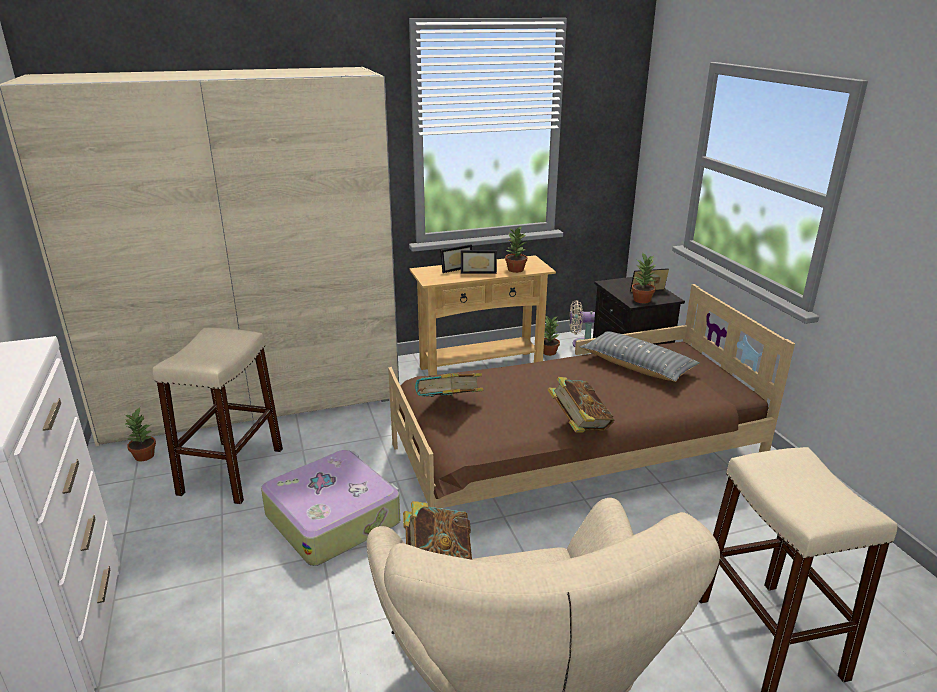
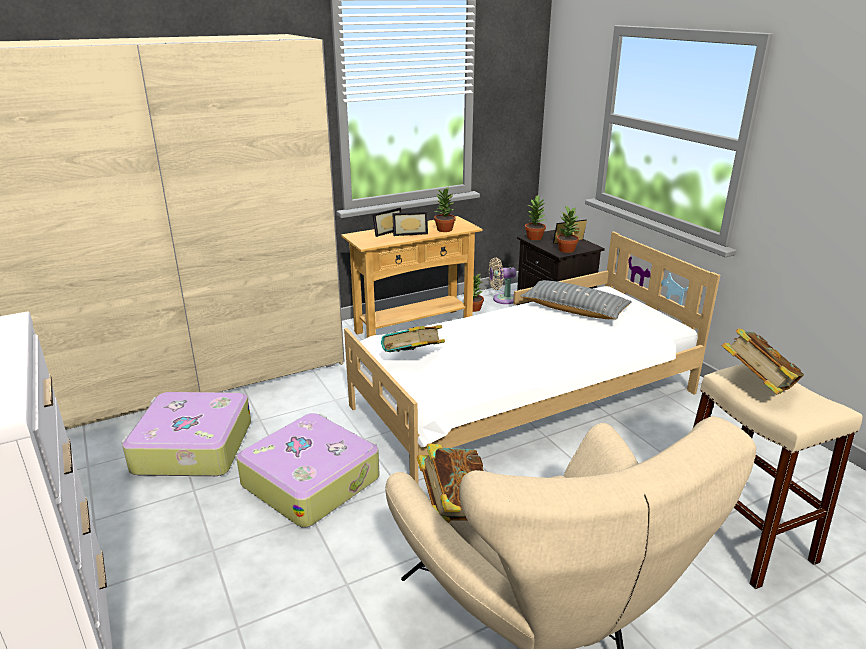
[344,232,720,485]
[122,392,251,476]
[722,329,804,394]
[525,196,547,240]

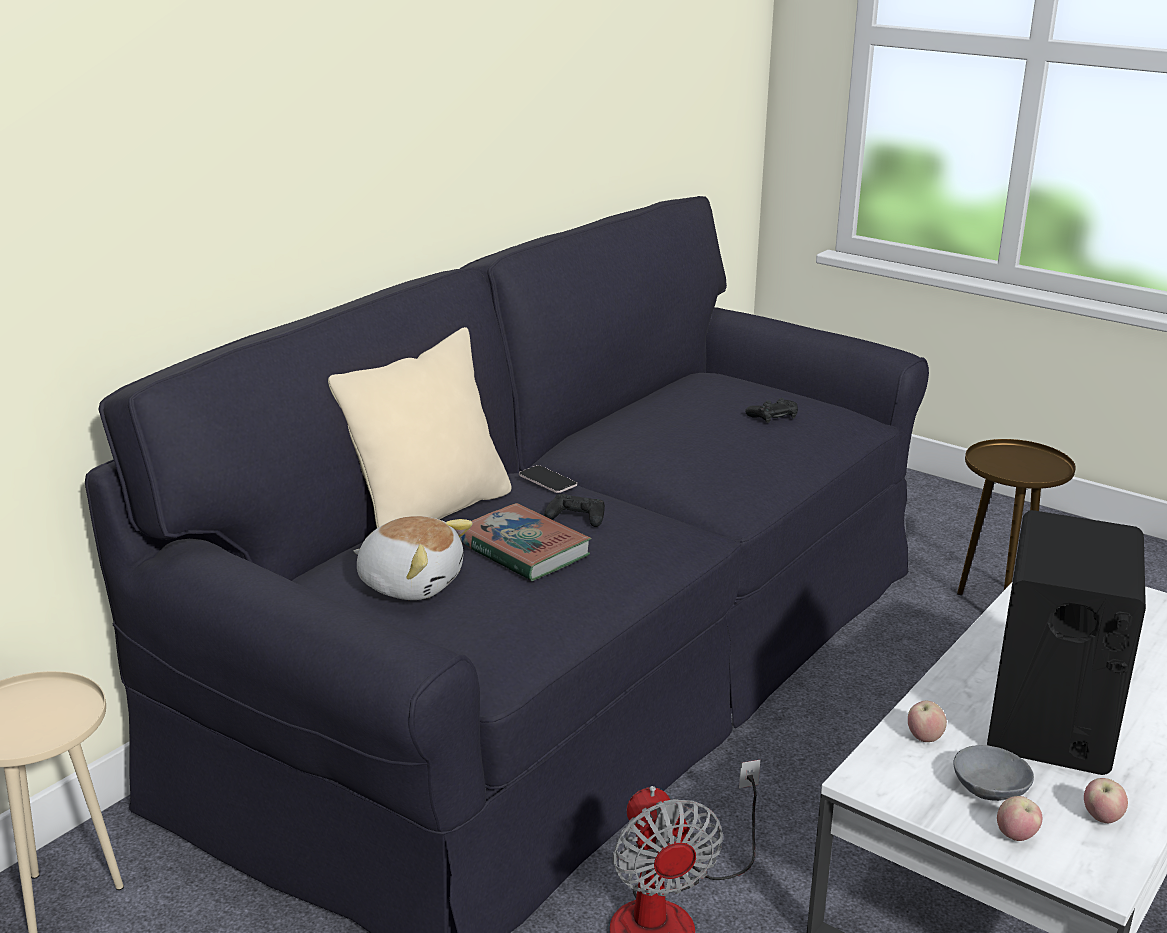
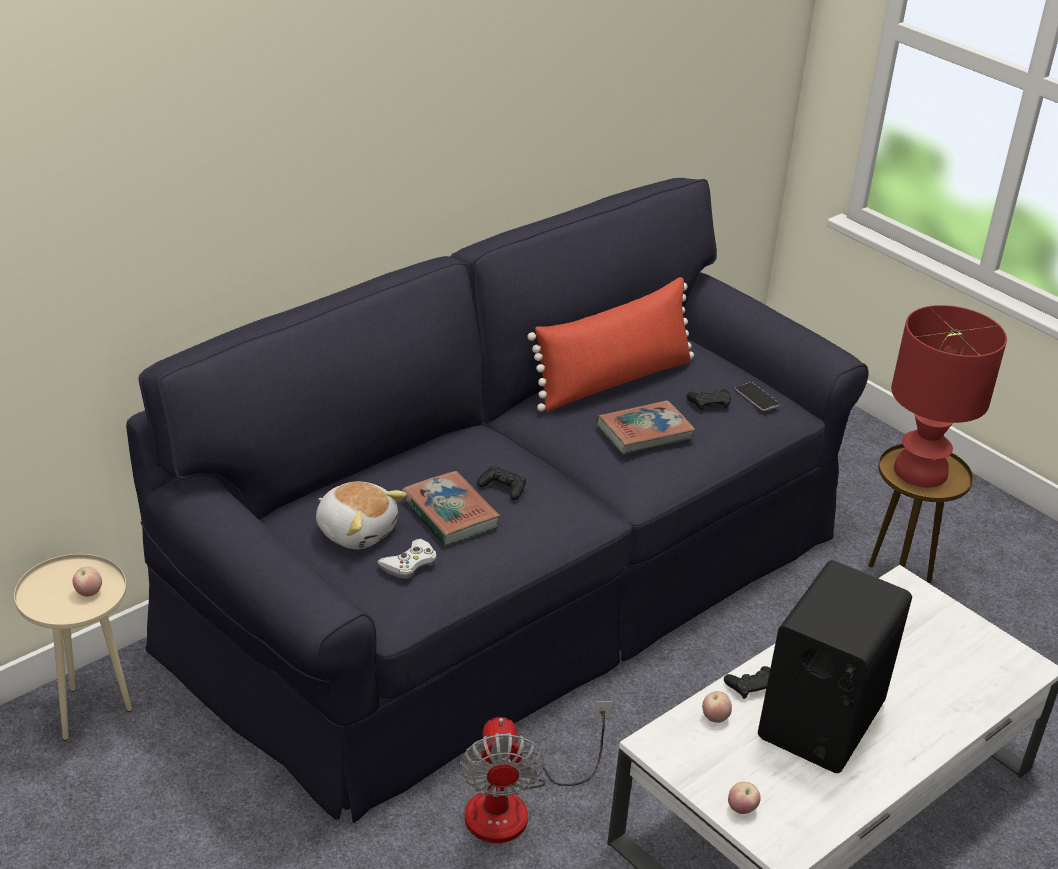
[328,327,511,528] (first image)
[735,382,779,411]
[953,745,1034,801] (first image)
[73,567,102,597]
[528,277,694,412]
[891,305,1007,487]
[596,400,695,455]
[377,539,437,579]
[724,666,770,699]

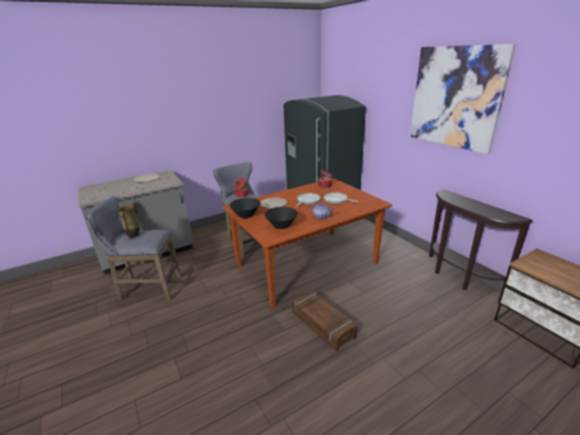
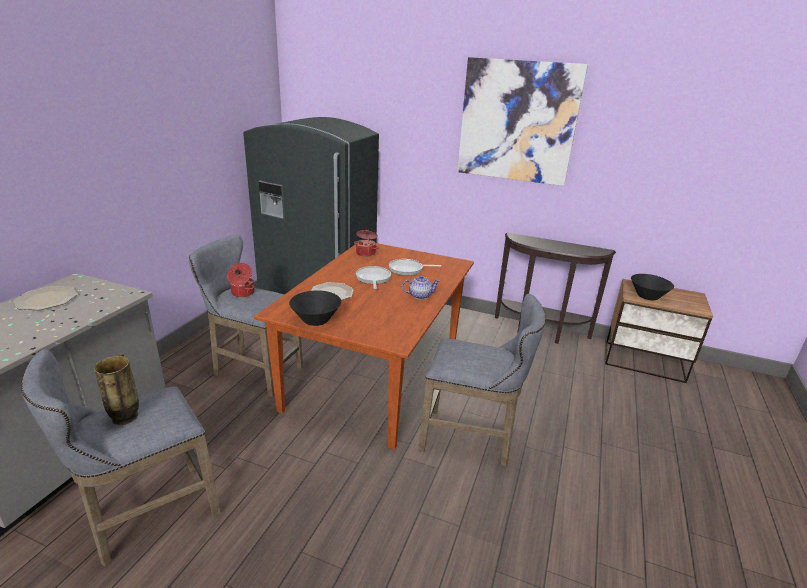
[631,274,674,300]
[418,294,546,467]

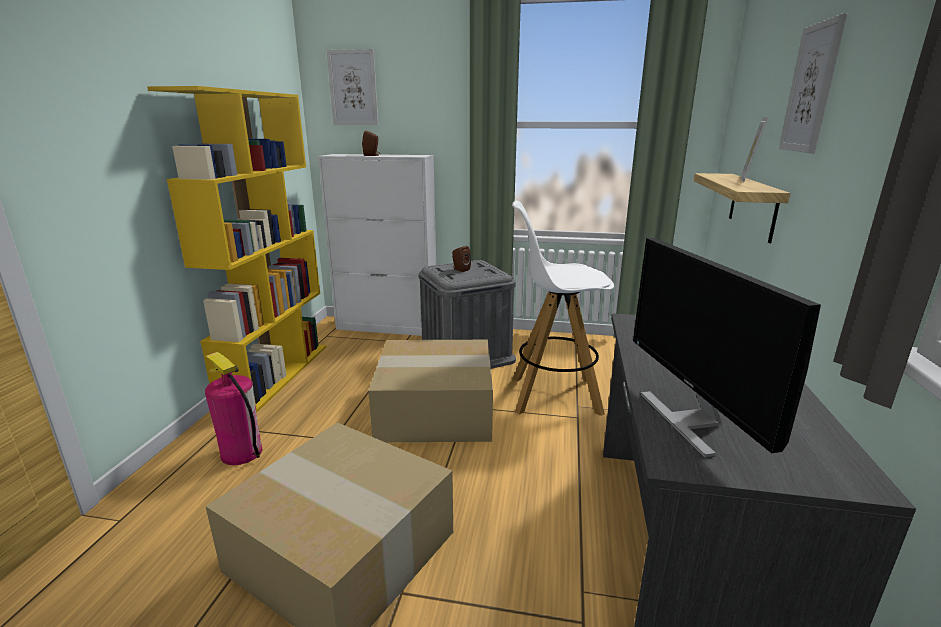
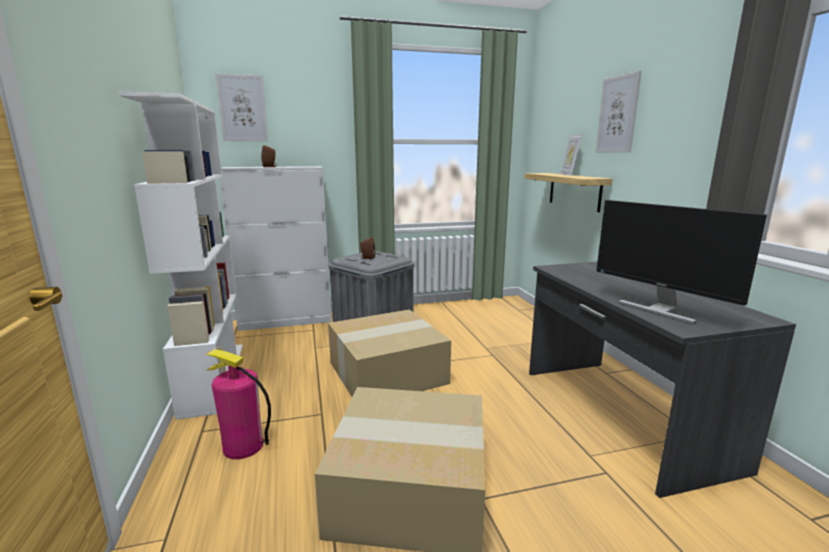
[118,91,243,420]
[512,200,614,416] (first image)

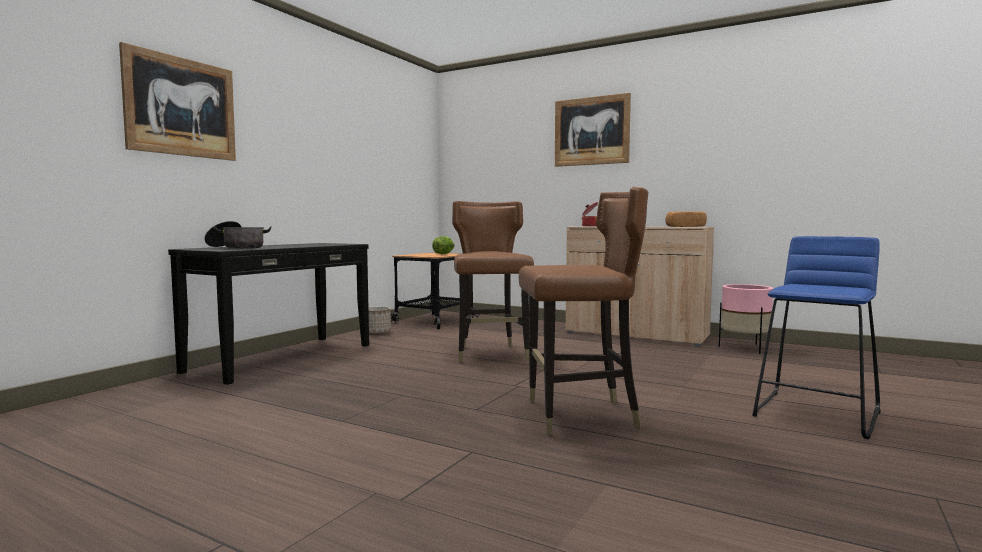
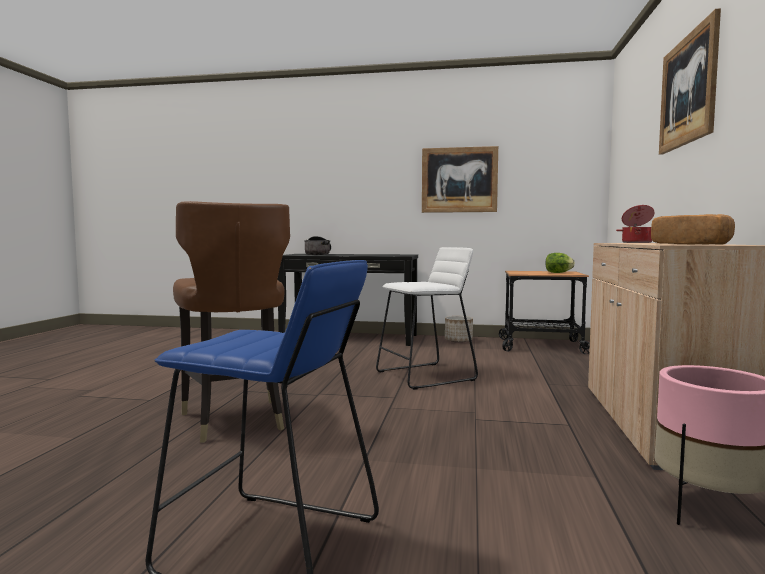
[422,146,498,213]
[376,247,478,390]

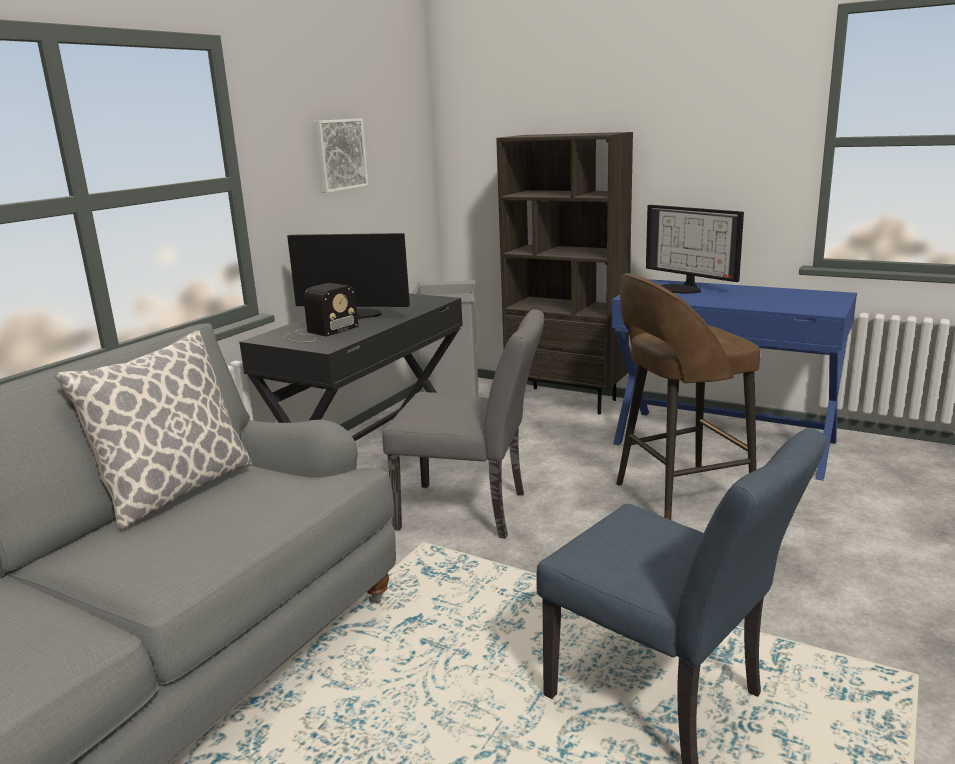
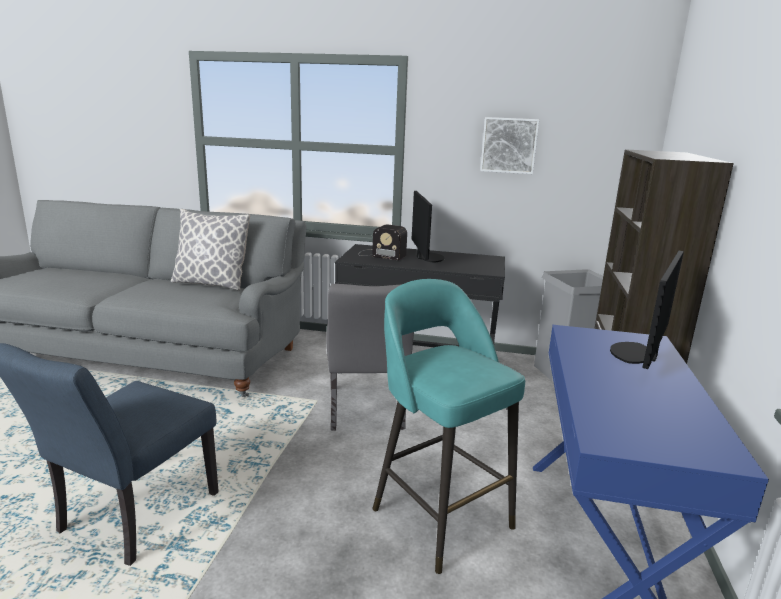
[372,279,525,574]

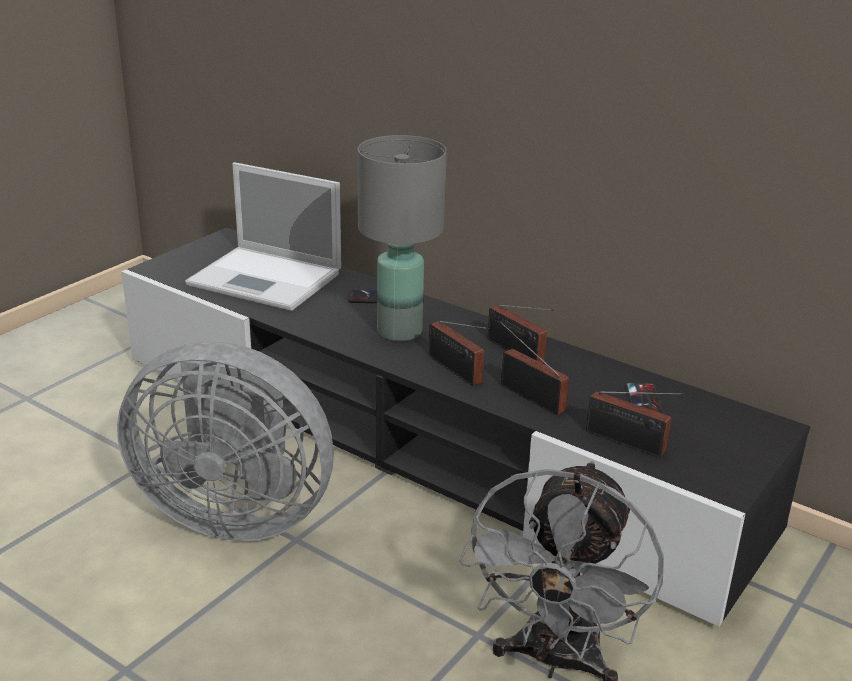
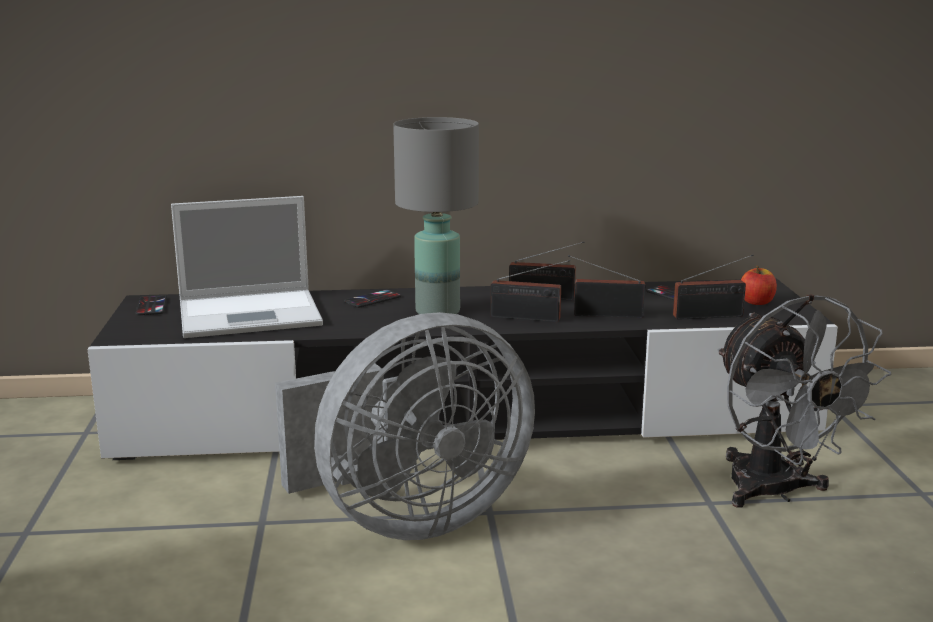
[741,266,777,305]
[136,295,167,315]

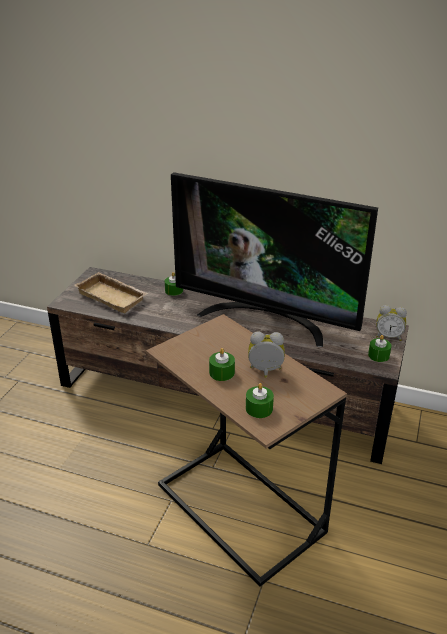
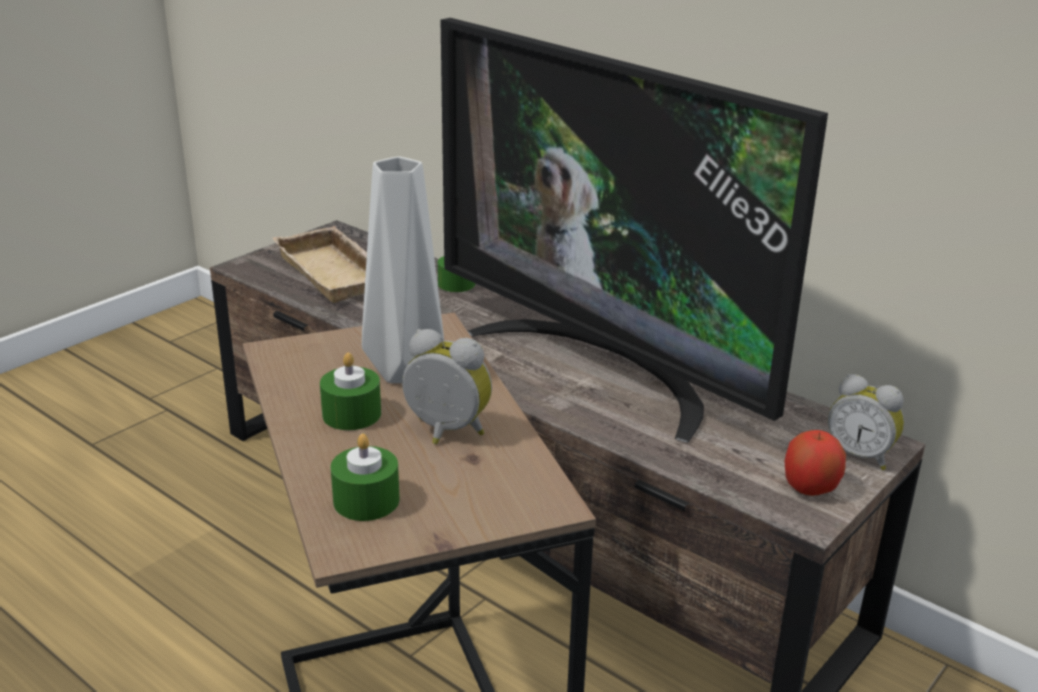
[784,430,846,496]
[362,156,444,383]

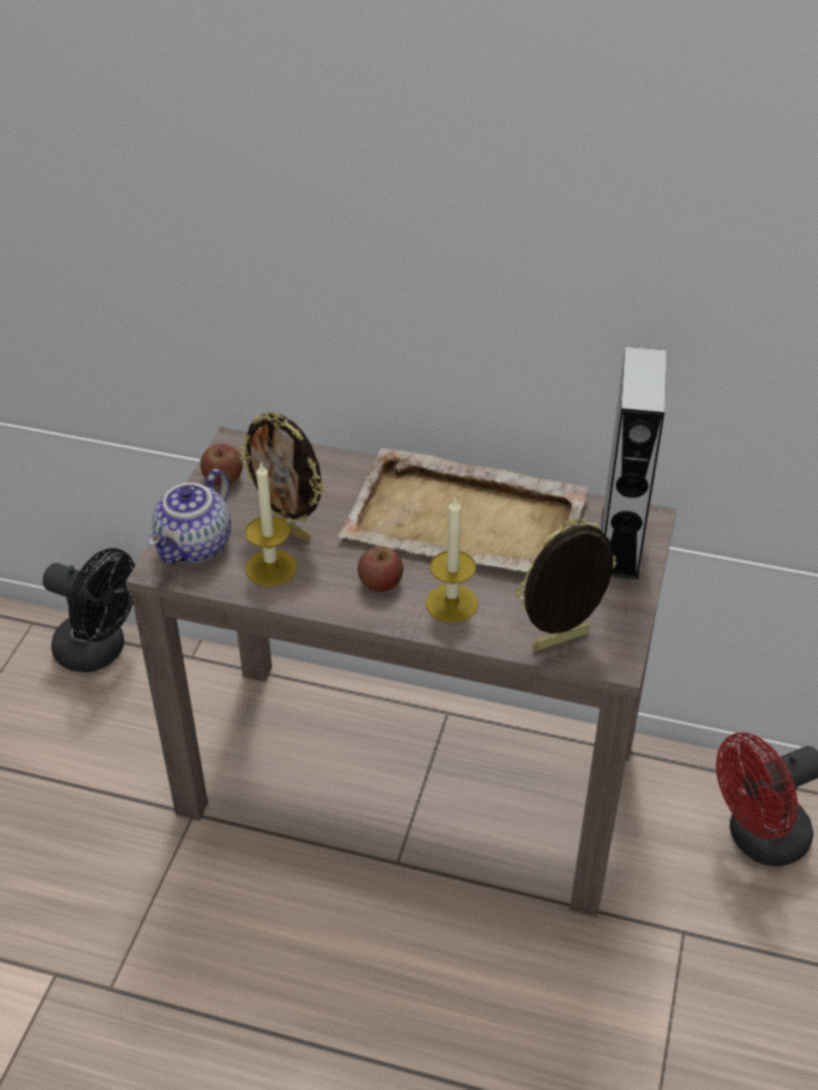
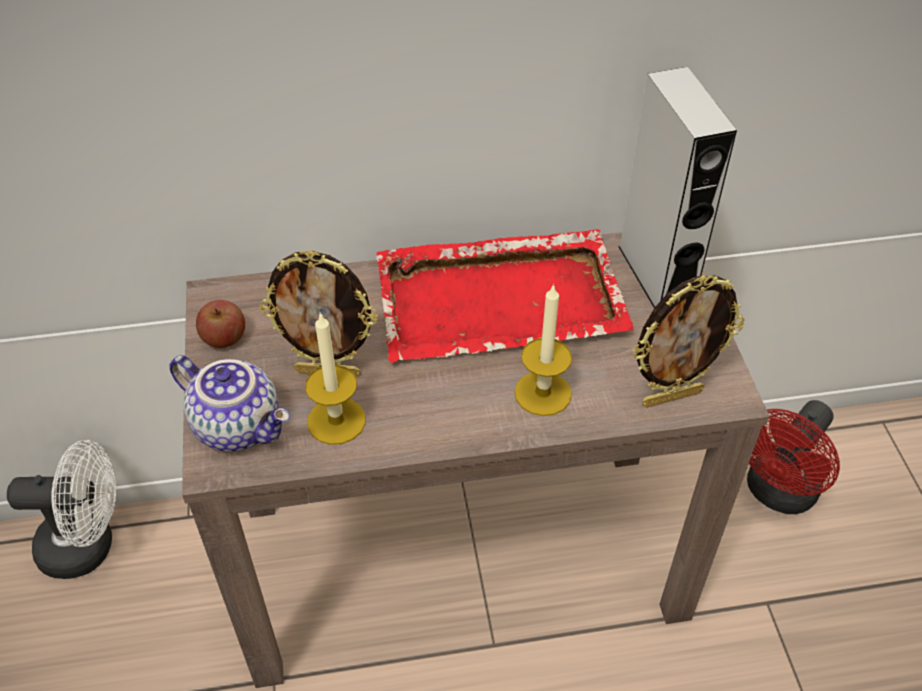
[376,229,634,363]
[169,355,289,452]
[633,275,745,408]
[358,546,403,592] (first image)
[7,440,116,579]

